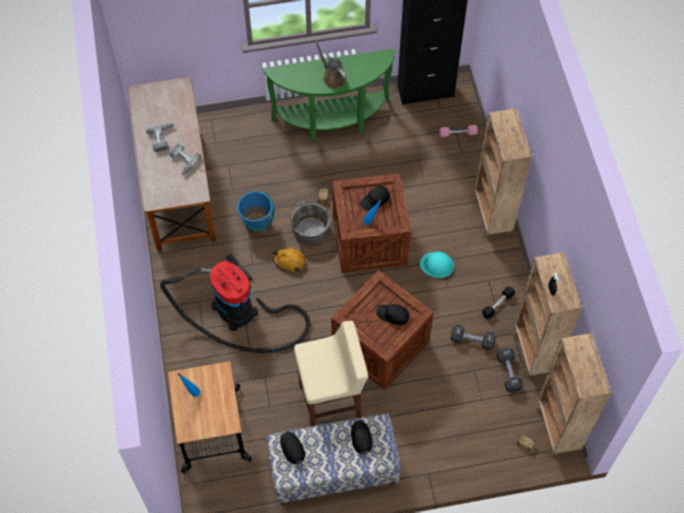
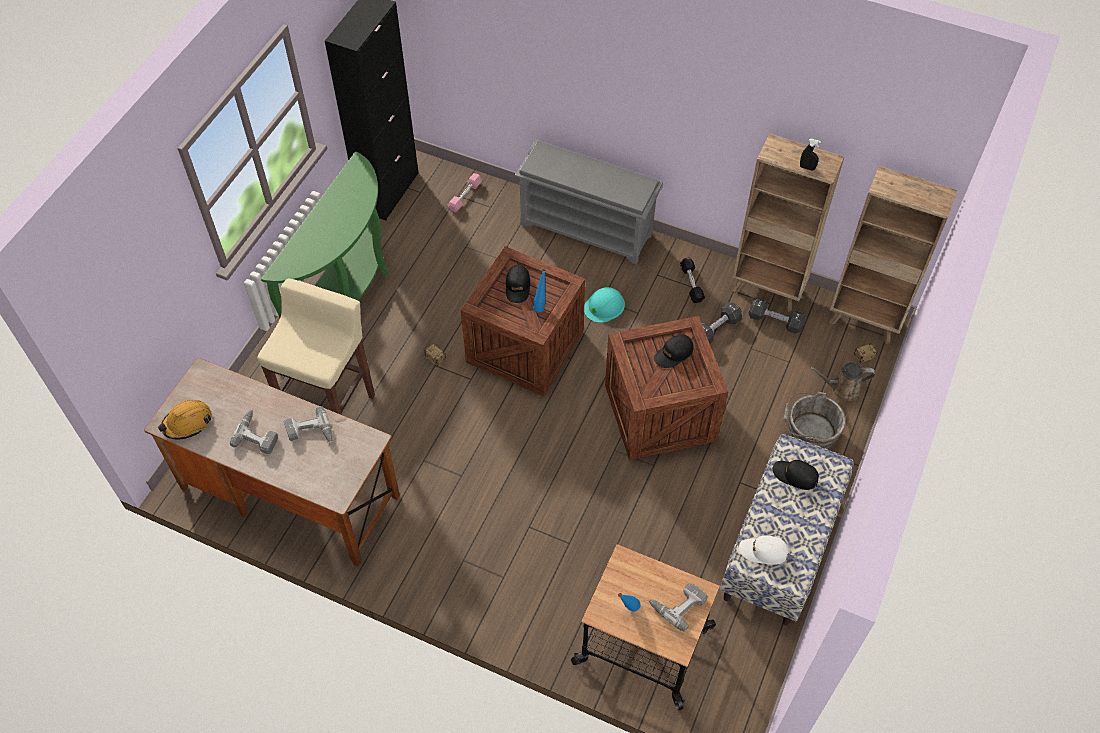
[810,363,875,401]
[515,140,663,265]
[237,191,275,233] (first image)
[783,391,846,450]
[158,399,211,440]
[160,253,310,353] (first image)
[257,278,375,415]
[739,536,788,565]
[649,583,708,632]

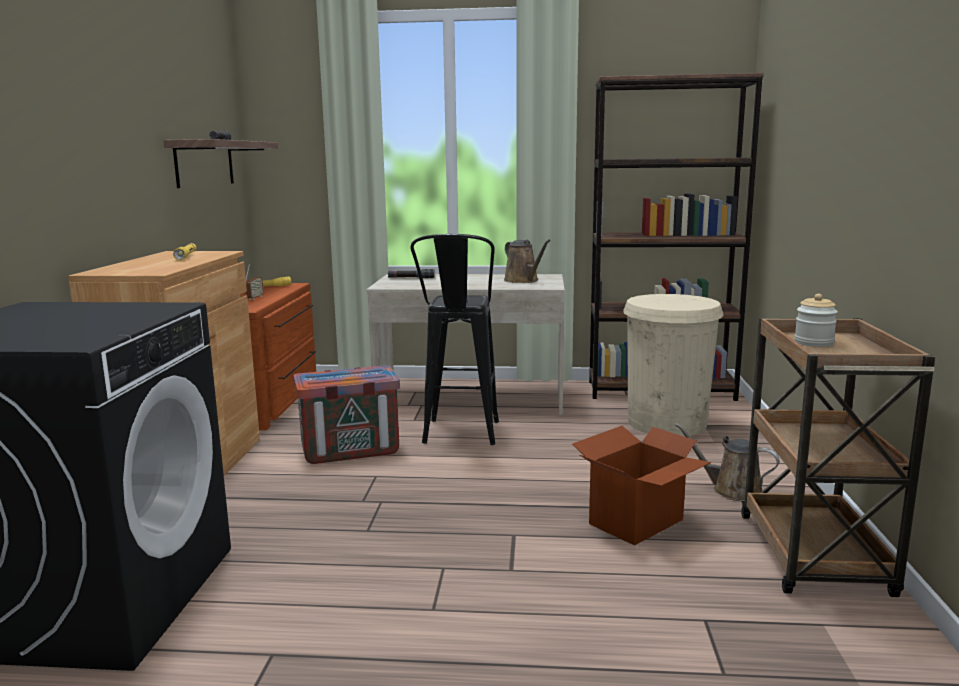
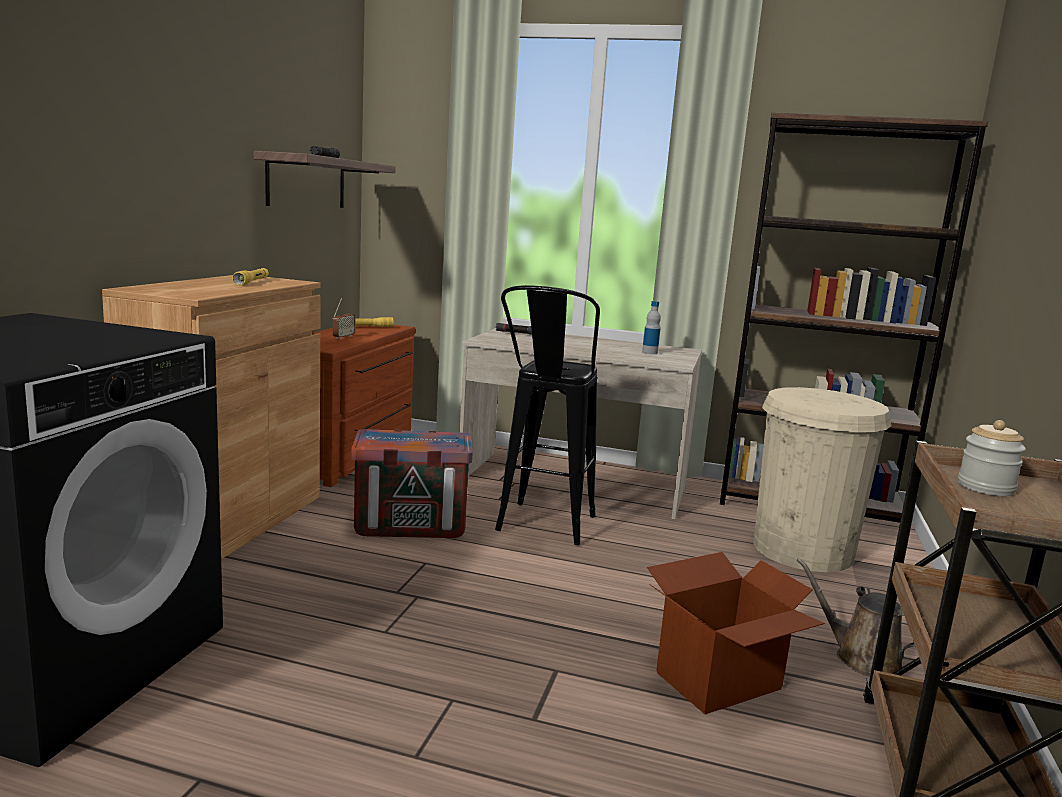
[642,301,661,354]

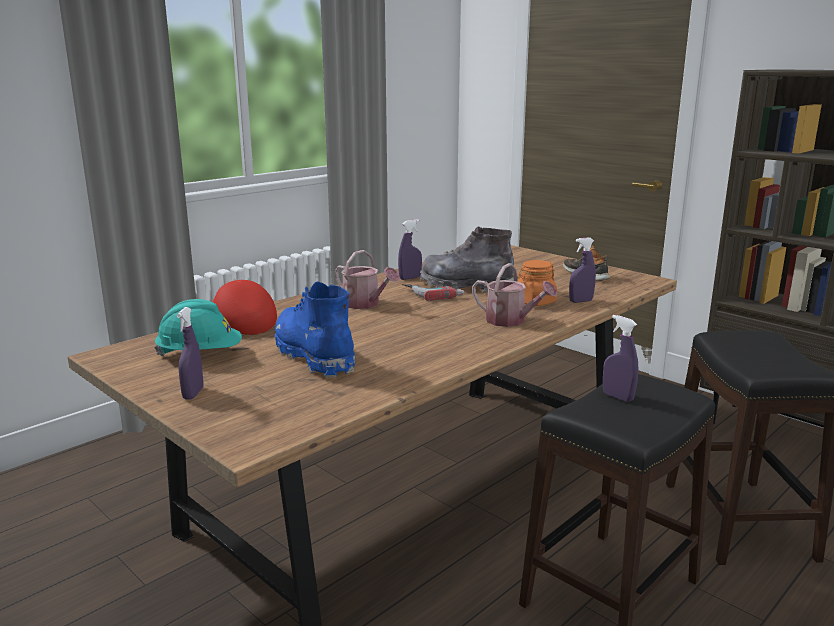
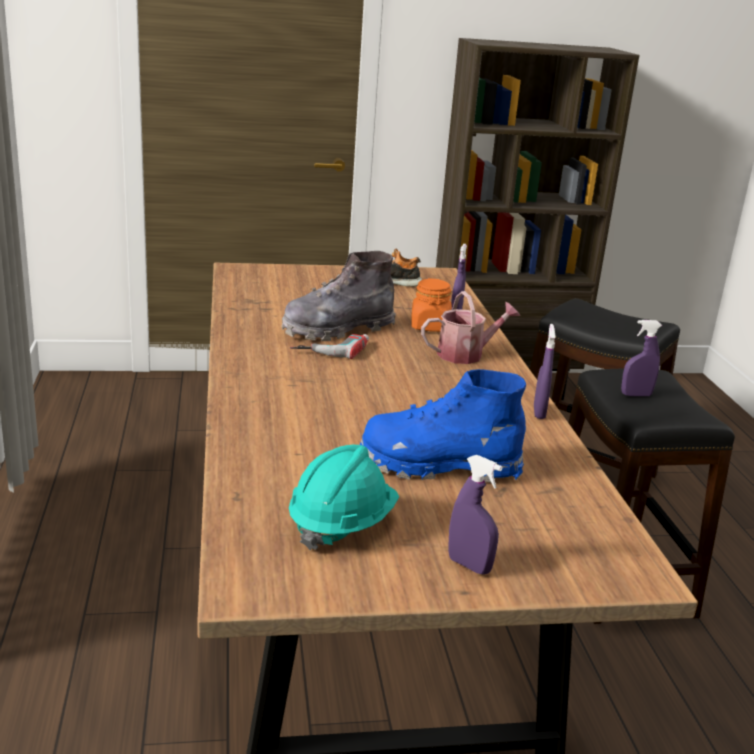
[534,324,555,419]
[335,250,400,309] (first image)
[212,279,277,335] (first image)

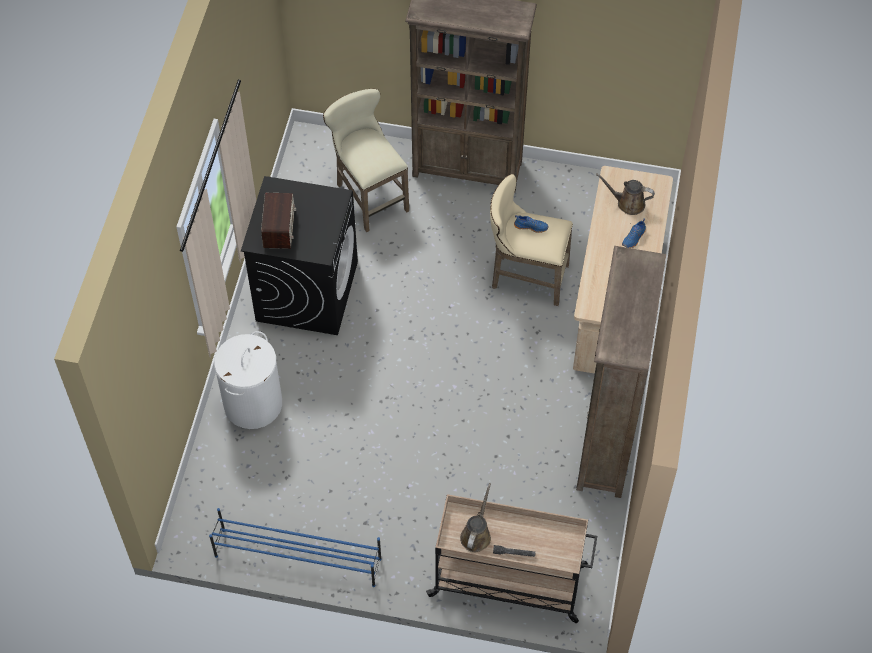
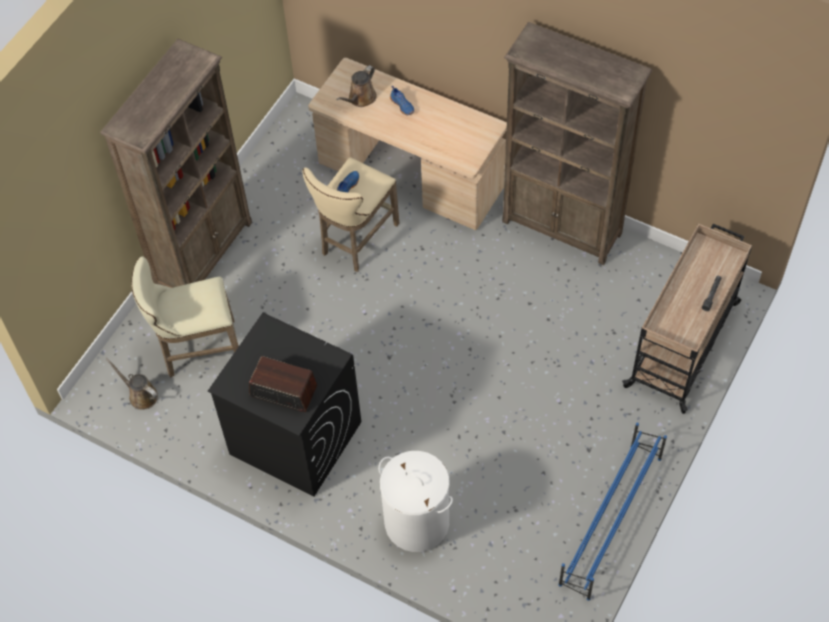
[106,358,158,410]

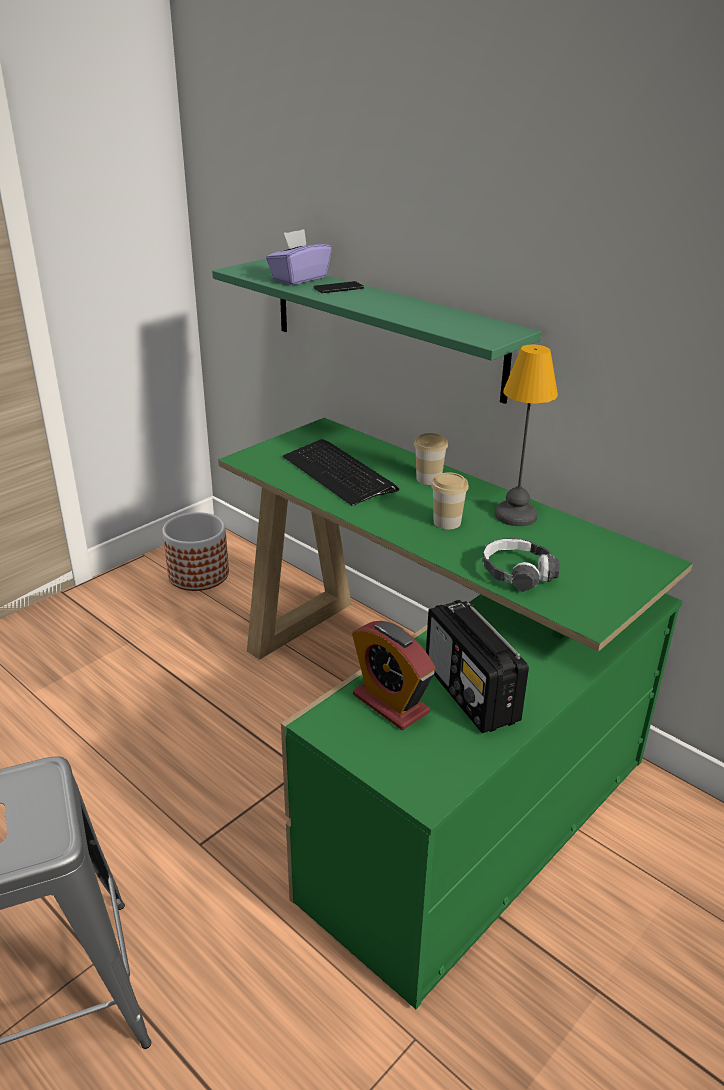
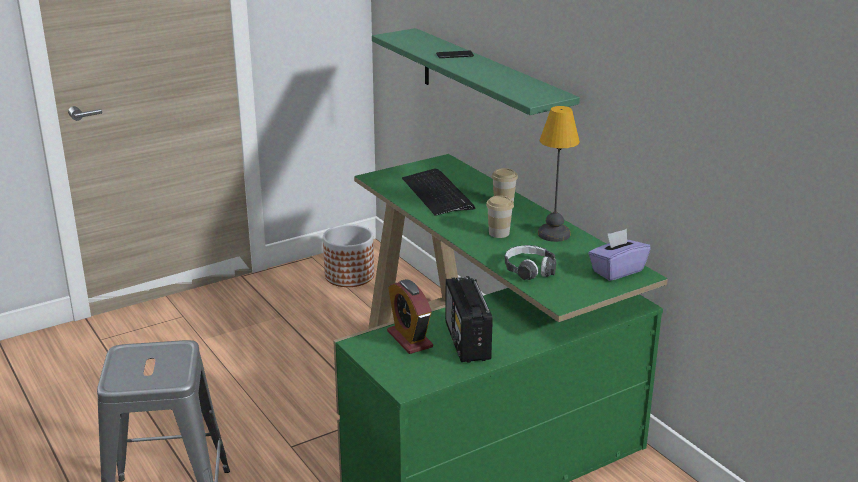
[588,229,651,281]

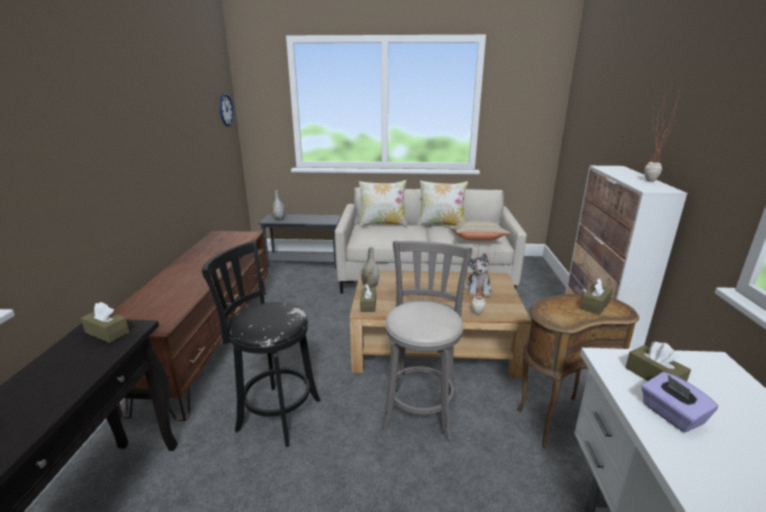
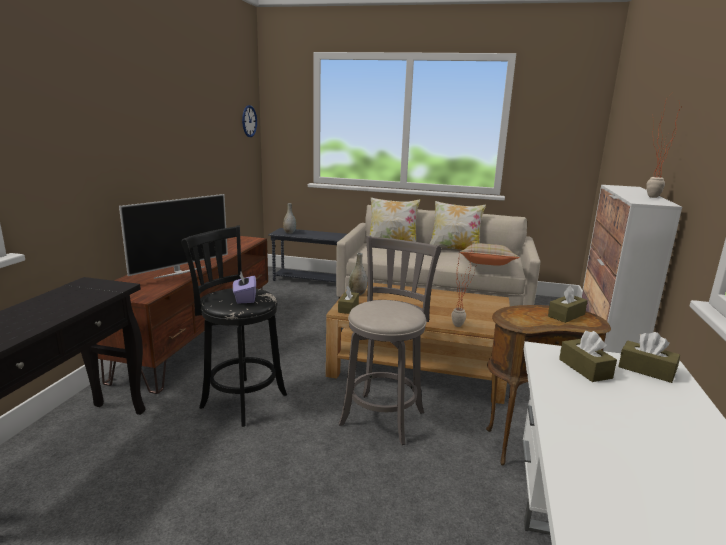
[465,253,492,297] (first image)
[618,332,680,383]
[233,272,256,304]
[119,194,228,279]

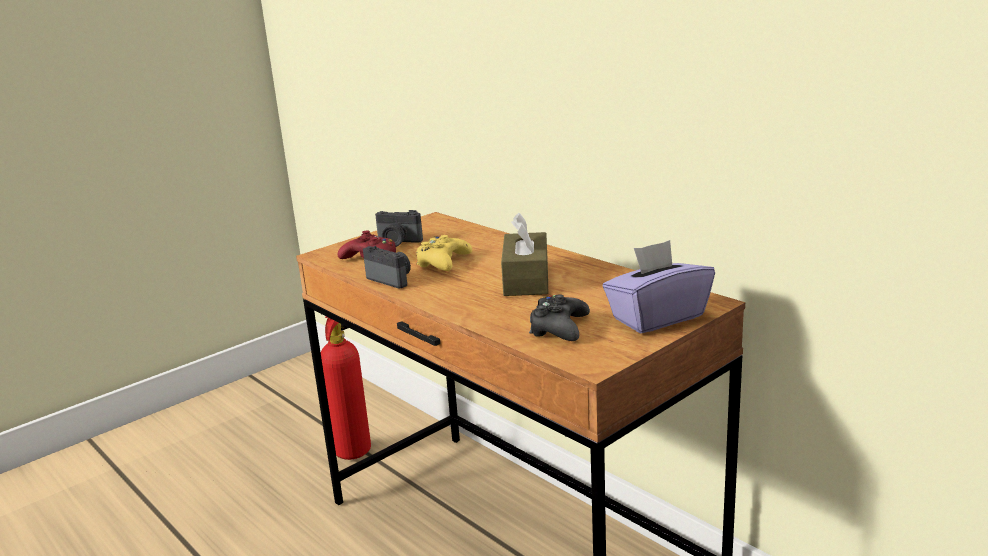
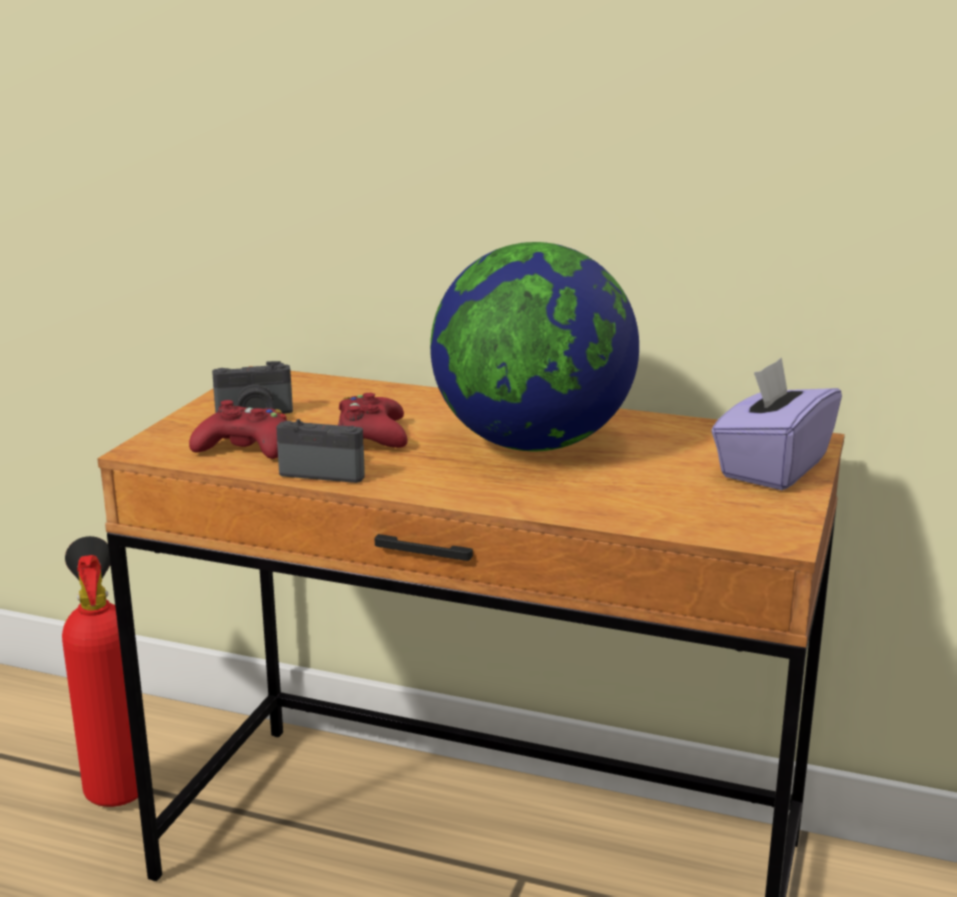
[430,242,639,451]
[338,393,408,448]
[529,294,590,341] (first image)

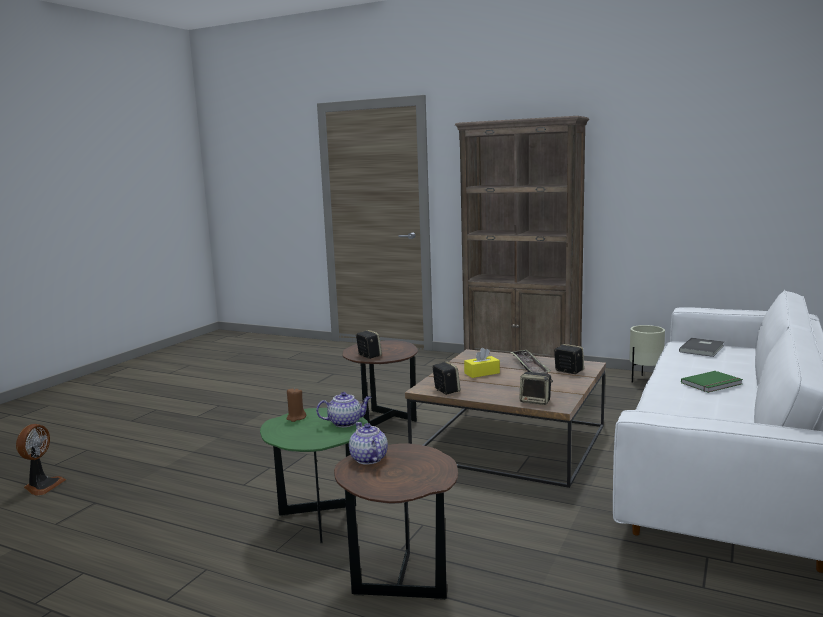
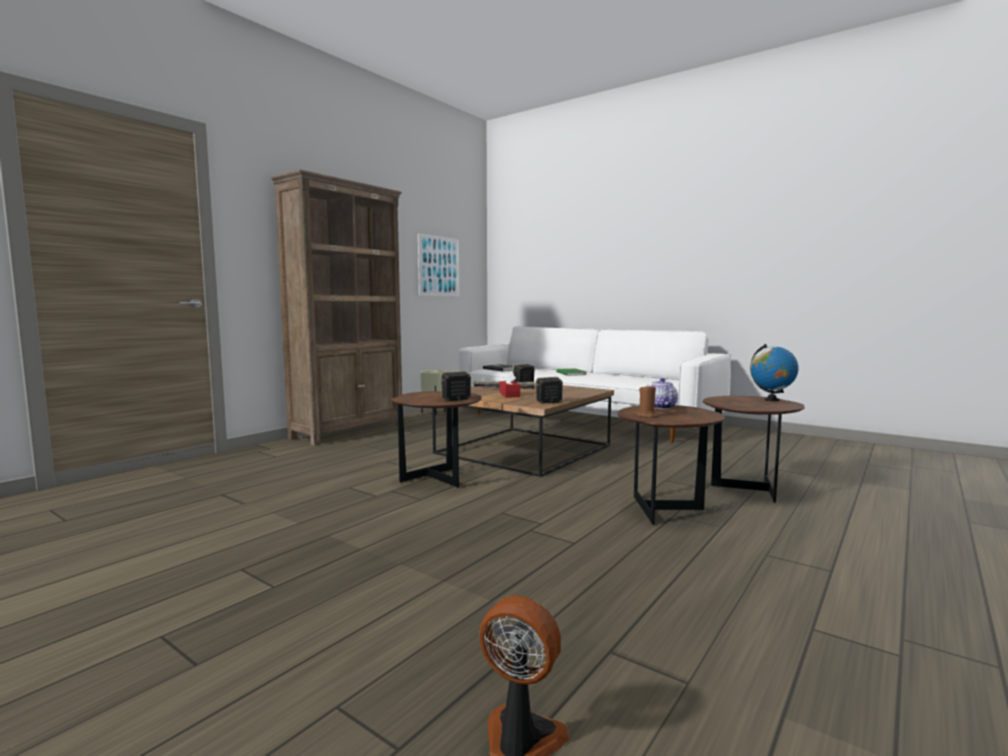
[500,372,520,398]
[519,372,553,405] (first image)
[617,405,724,525]
[349,422,388,465] (first image)
[418,233,460,296]
[750,344,799,401]

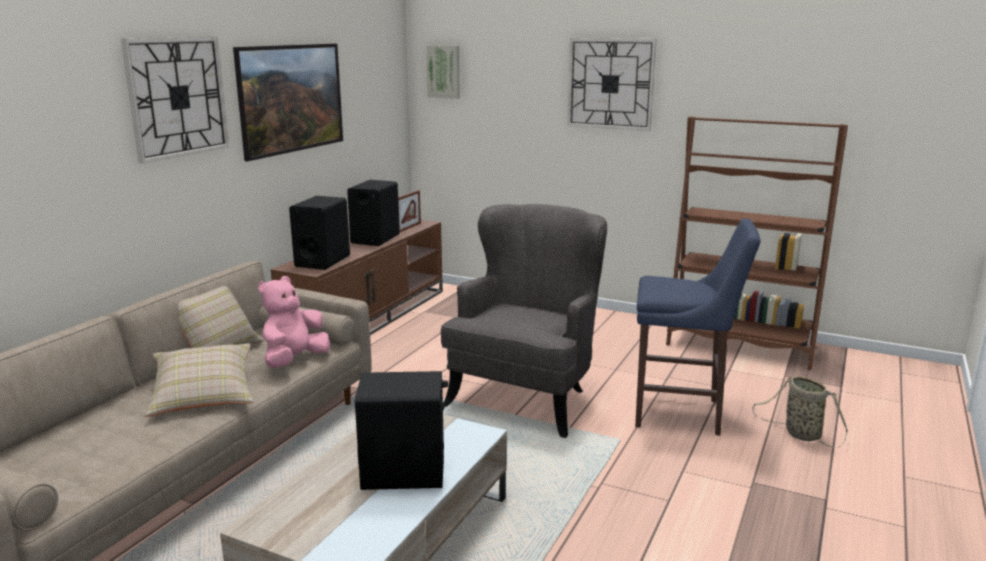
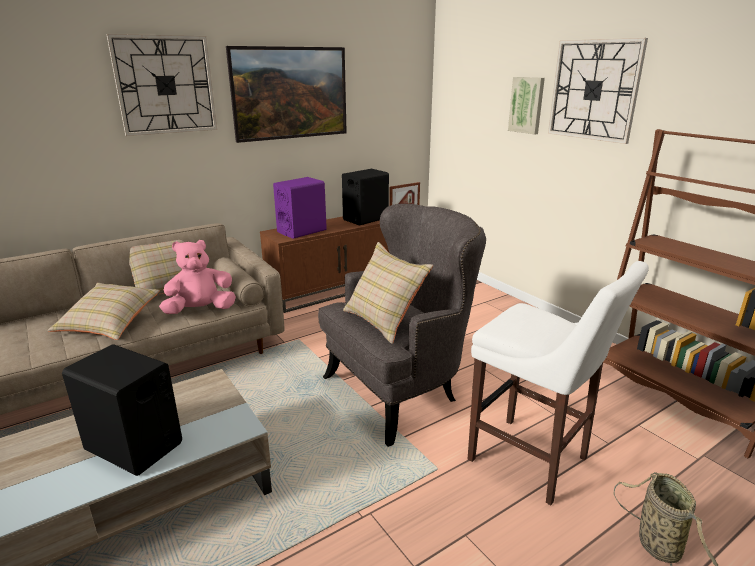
[508,77,545,135]
[273,177,327,239]
[468,261,649,505]
[343,242,433,344]

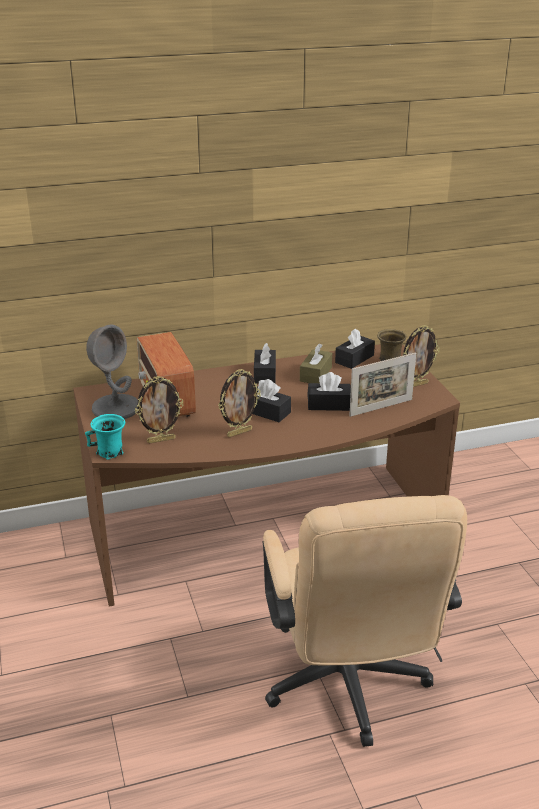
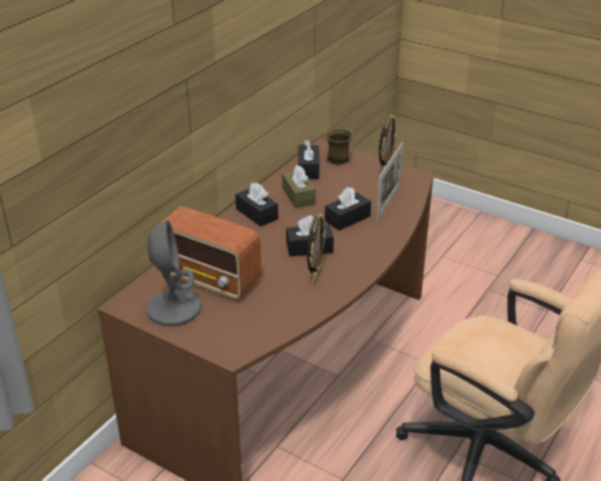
[135,376,184,443] (first image)
[85,414,125,460] (first image)

